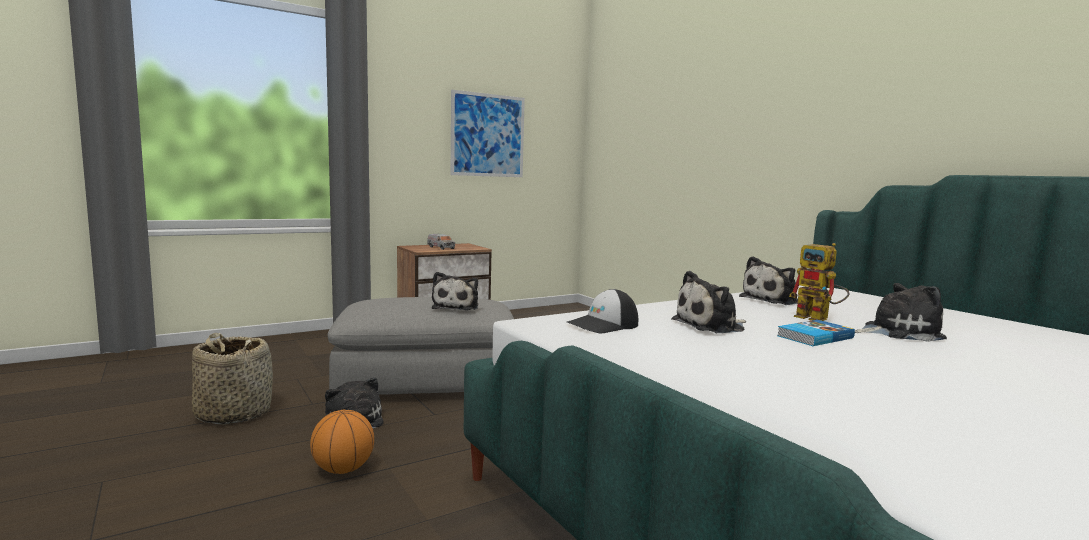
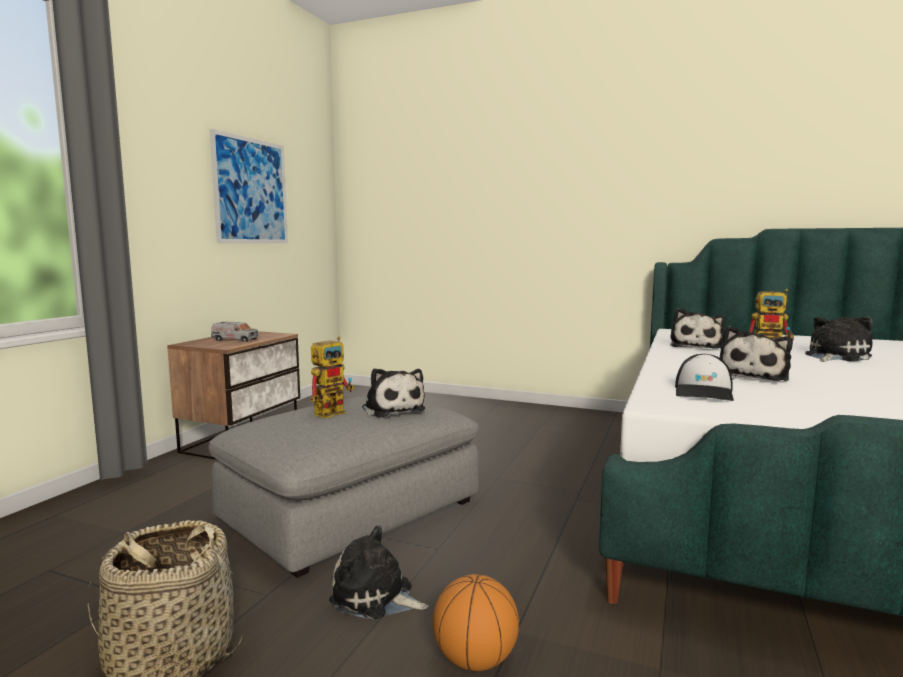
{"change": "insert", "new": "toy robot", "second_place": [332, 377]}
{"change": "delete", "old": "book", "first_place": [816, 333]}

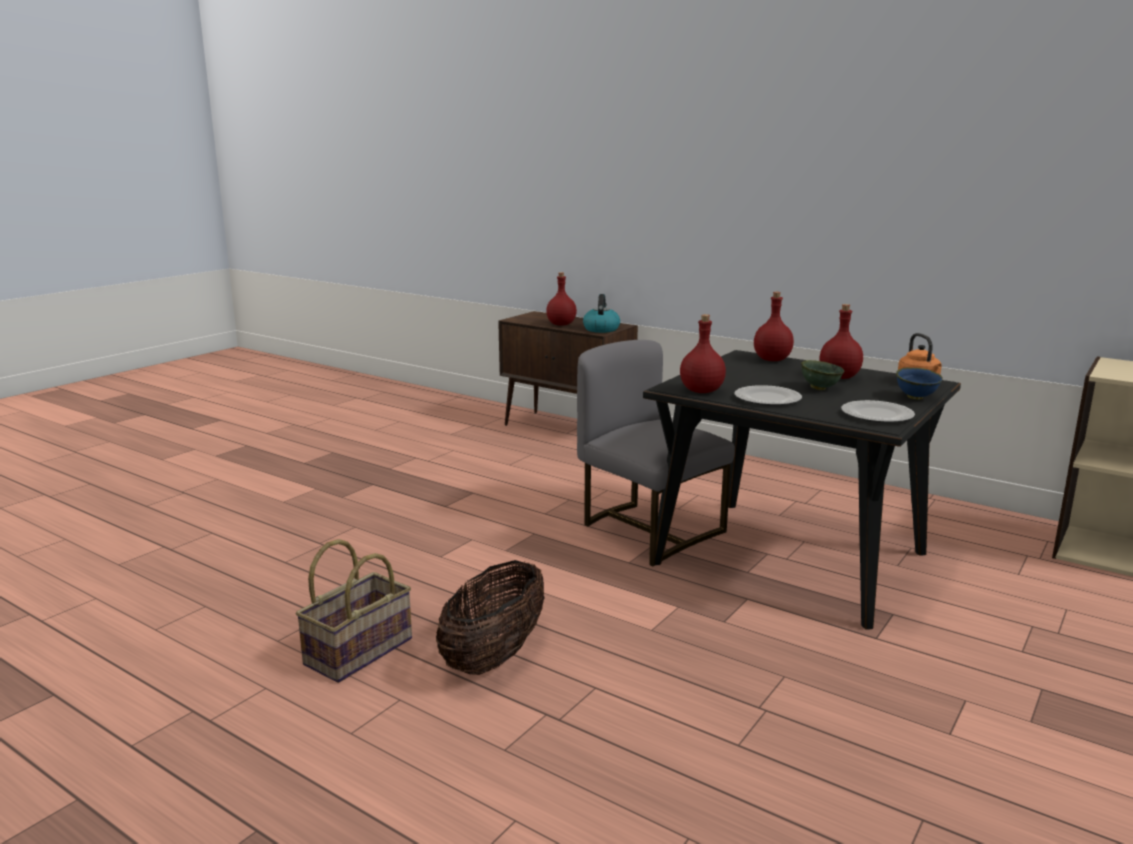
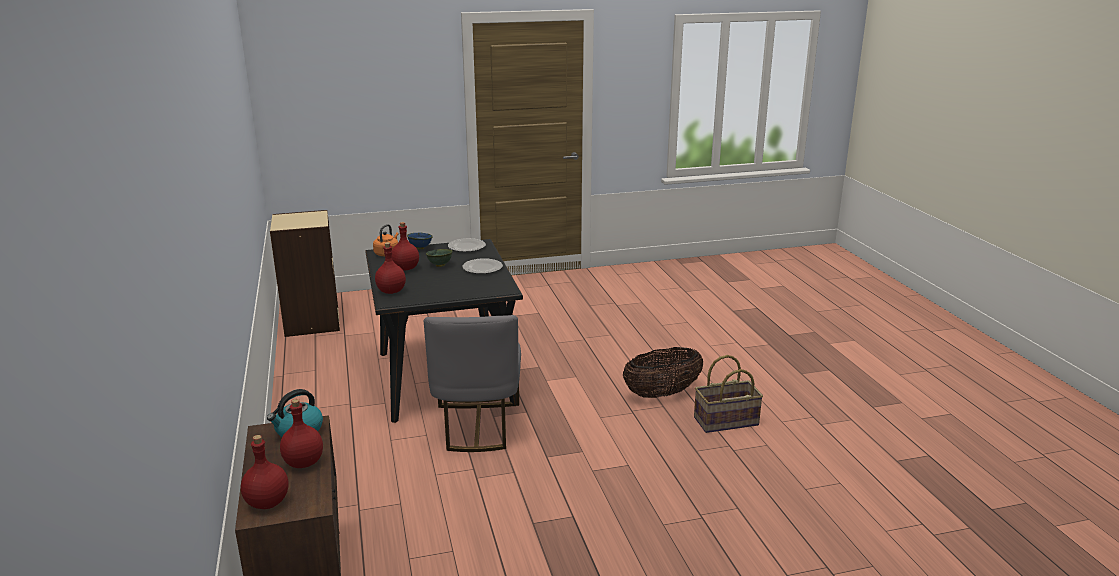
{"change": "move", "old": "red bottle", "first_place": [703, 353], "second_place": [265, 472]}

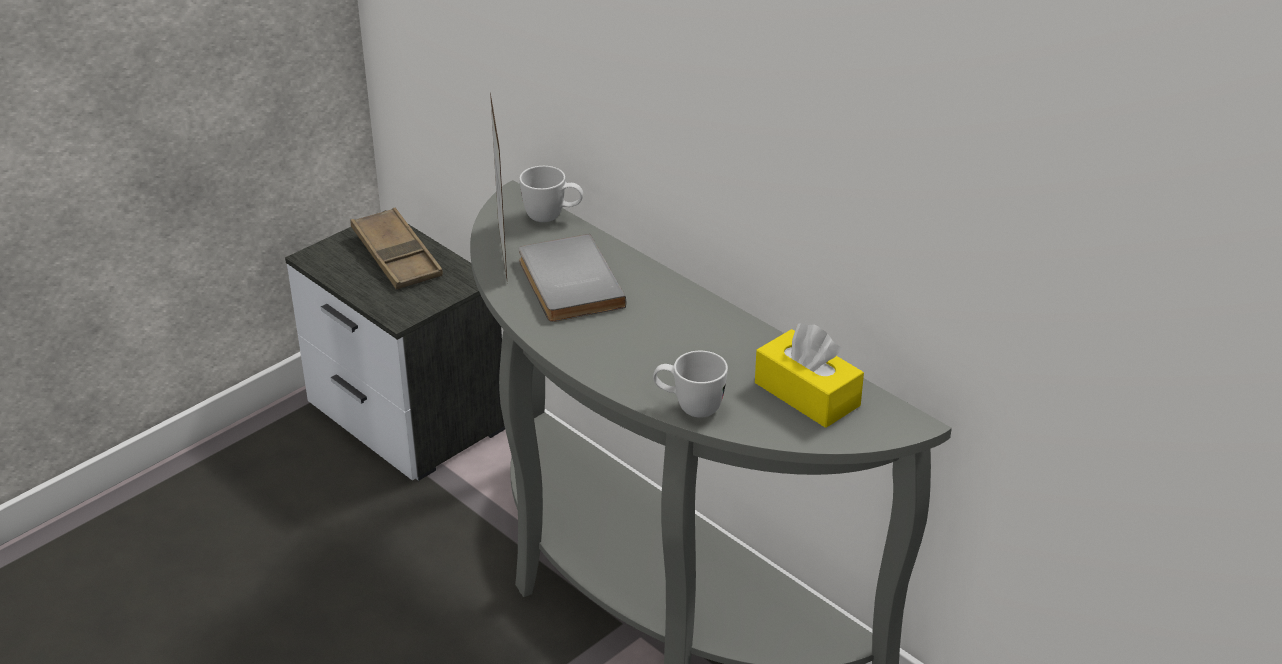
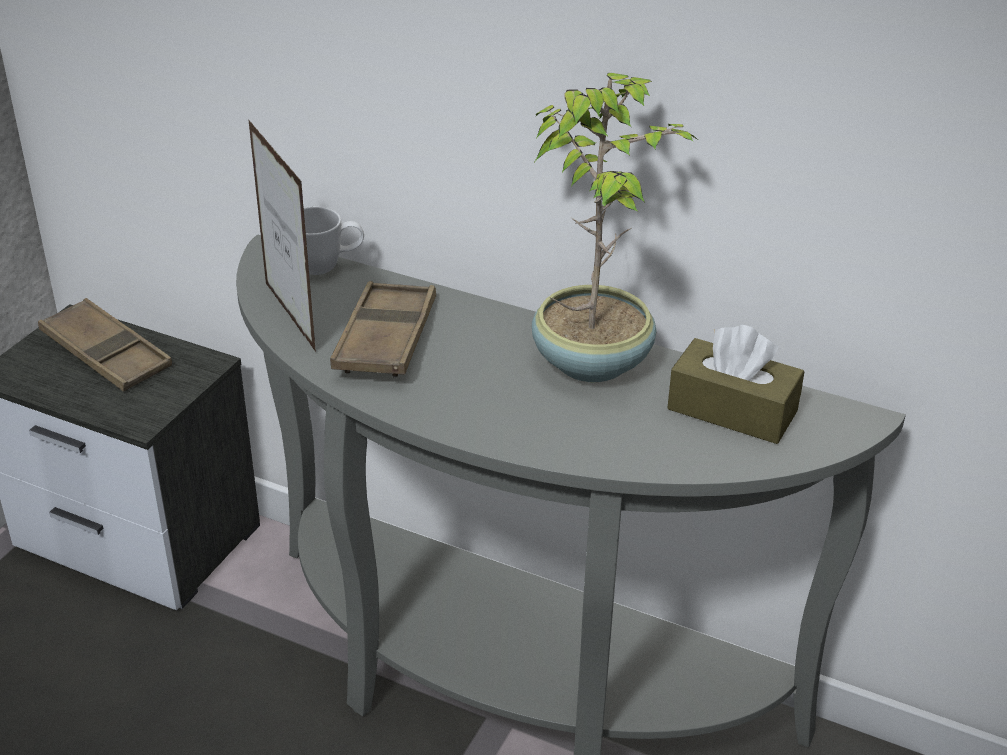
{"change": "replace", "old": "grey book", "new": "brown tray", "first_place": [572, 278], "second_place": [383, 329]}
{"change": "insert", "new": "potted plant", "second_place": [614, 227]}
{"change": "recolor", "old": "yellow tissue box", "new": "brown tissue box", "first_place": [809, 376], "second_place": [736, 384]}
{"change": "delete", "old": "white mug", "first_place": [690, 384]}

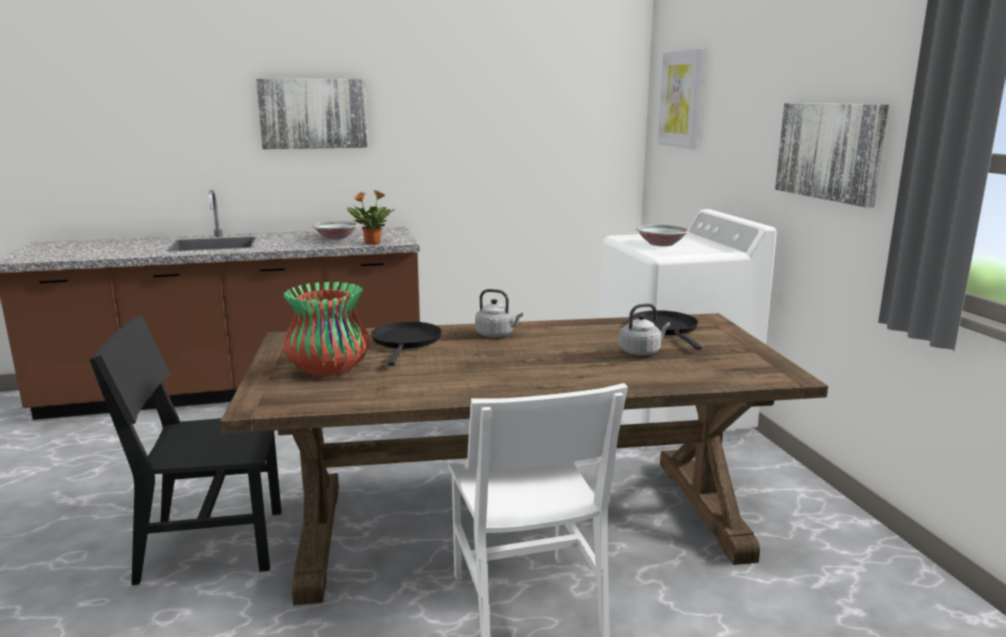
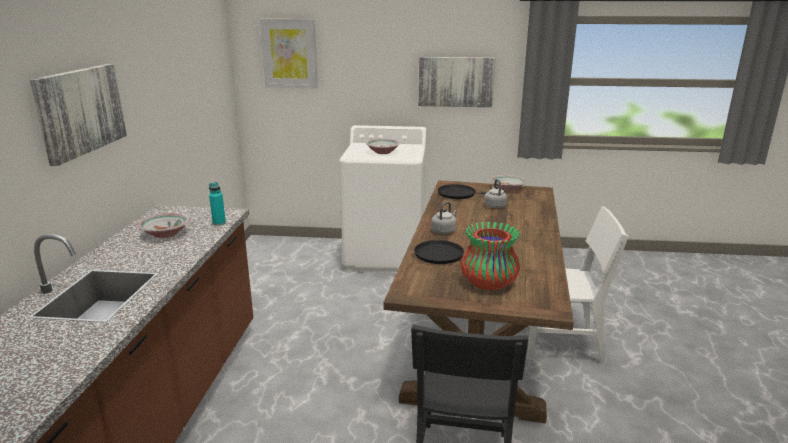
{"change": "replace", "old": "potted plant", "new": "turquoise bottle", "first_place": [371, 217], "second_place": [217, 204]}
{"change": "insert", "new": "bowl", "second_place": [508, 183]}

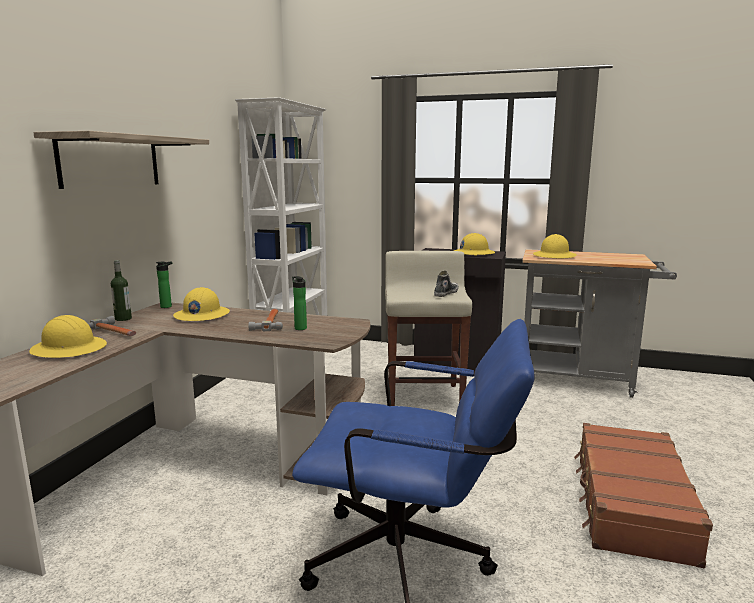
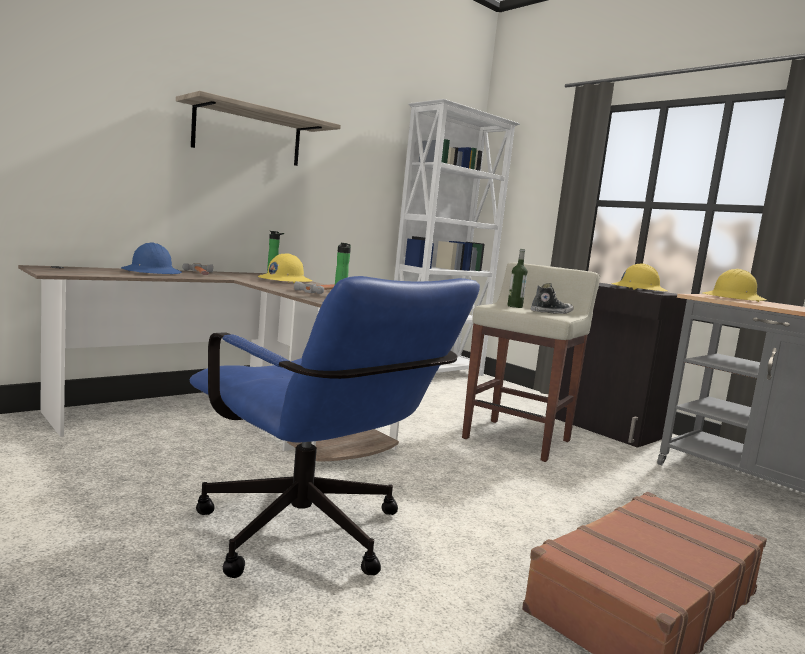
{"change": "recolor", "old": "yellow hard hat", "new": "blue hard hat", "first_place": [68, 336], "second_place": [151, 258]}
{"change": "move", "old": "bottle", "first_place": [121, 290], "second_place": [517, 278]}

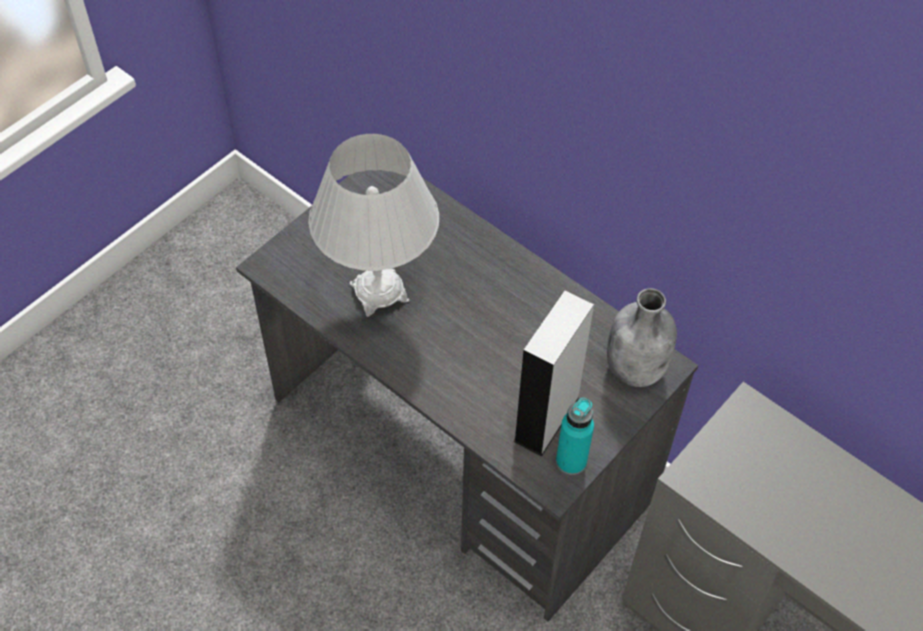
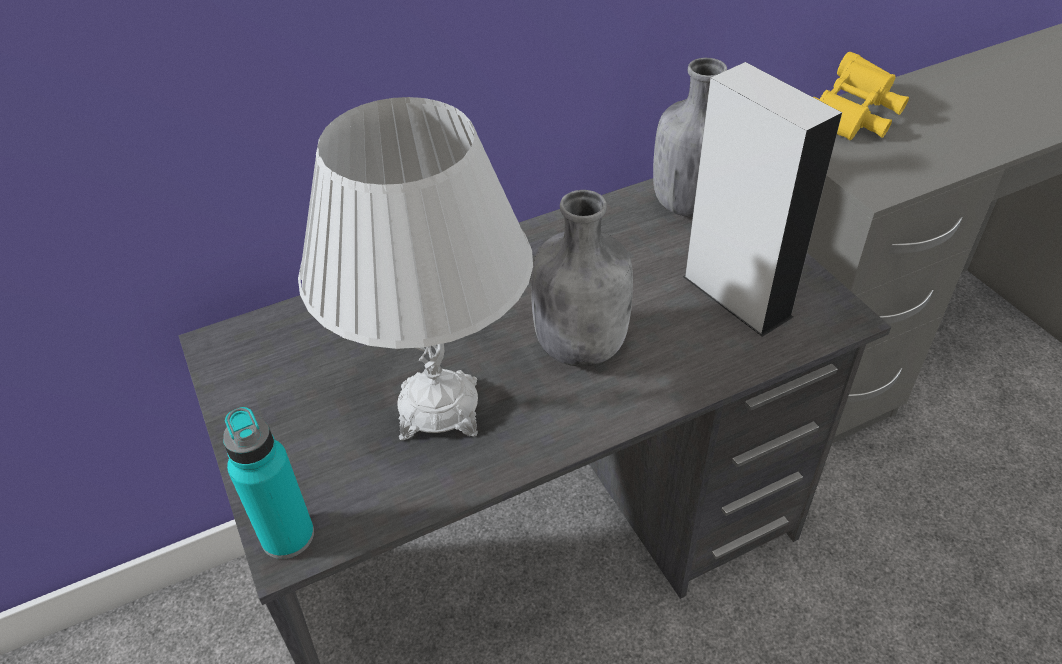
{"change": "move", "old": "turquoise bottle", "first_place": [575, 436], "second_place": [268, 483]}
{"change": "insert", "new": "grey bottle", "second_place": [582, 278]}
{"change": "insert", "new": "yellow binoculars", "second_place": [861, 96]}

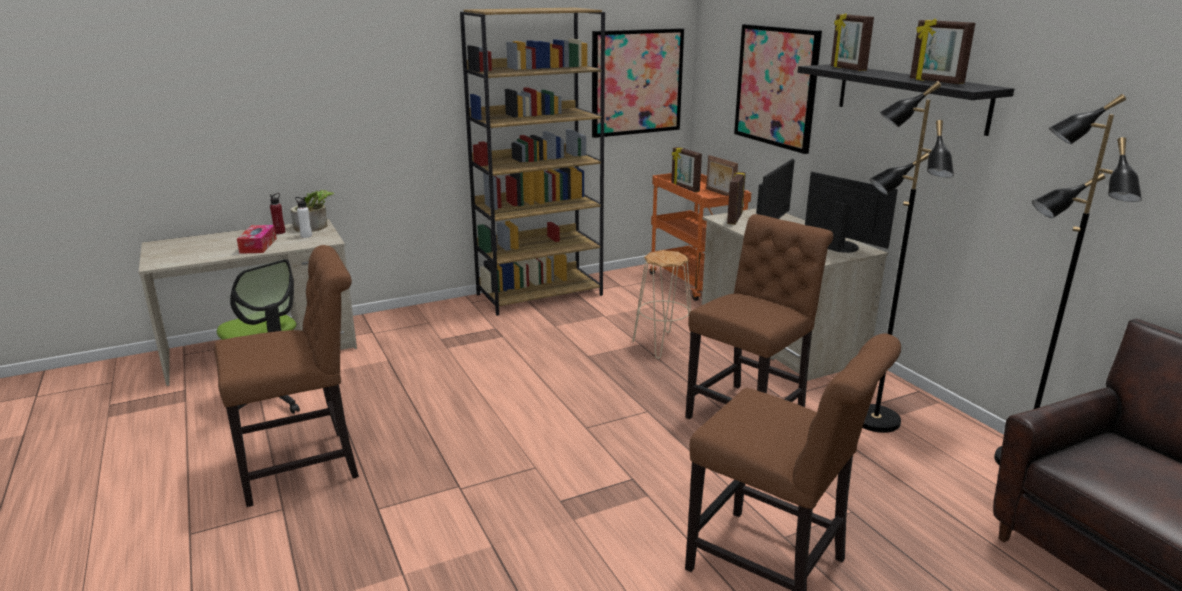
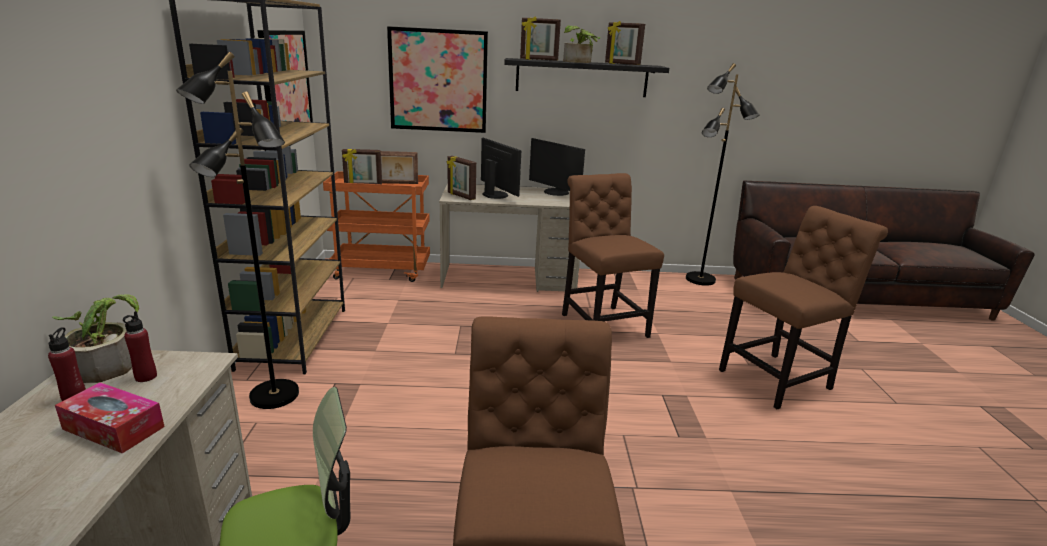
{"change": "recolor", "old": "white bottle", "new": "red bottle", "first_place": [303, 217], "second_place": [140, 346]}
{"change": "move", "old": "black floor lamp", "first_place": [908, 257], "second_place": [237, 230]}
{"change": "rotate", "old": "monitor", "first_place": [851, 212], "second_place": [557, 167], "degrees": -120}
{"change": "insert", "new": "potted plant", "second_place": [582, 44]}
{"change": "rotate", "old": "picture frame", "first_place": [942, 51], "second_place": [625, 43], "degrees": 45}
{"change": "delete", "old": "beige stool", "first_place": [661, 304]}

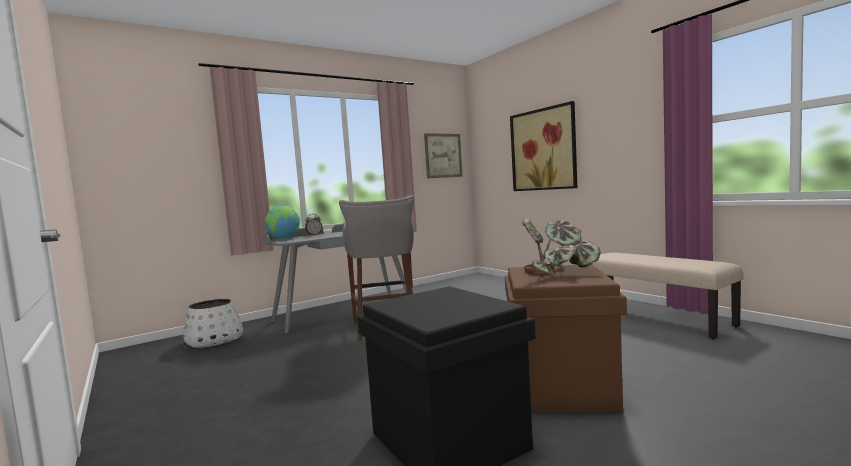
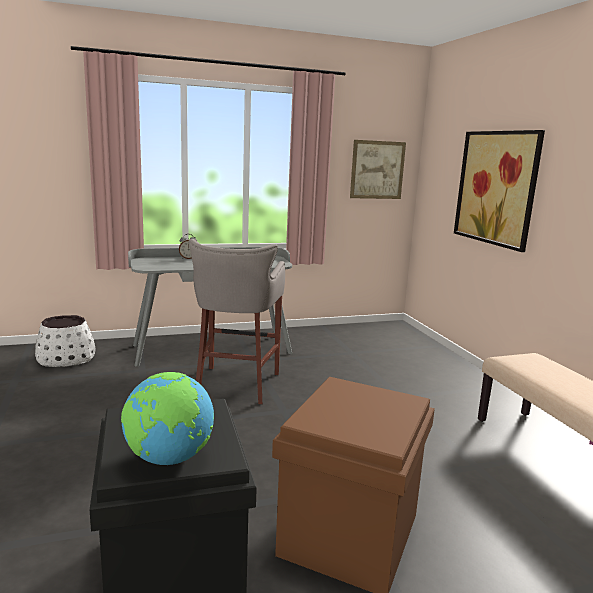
{"change": "move", "old": "globe", "first_place": [282, 222], "second_place": [167, 418]}
{"change": "delete", "old": "potted plant", "first_place": [561, 247]}

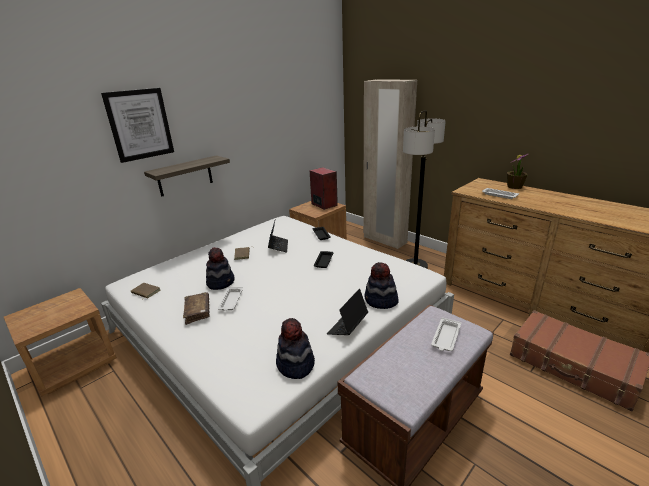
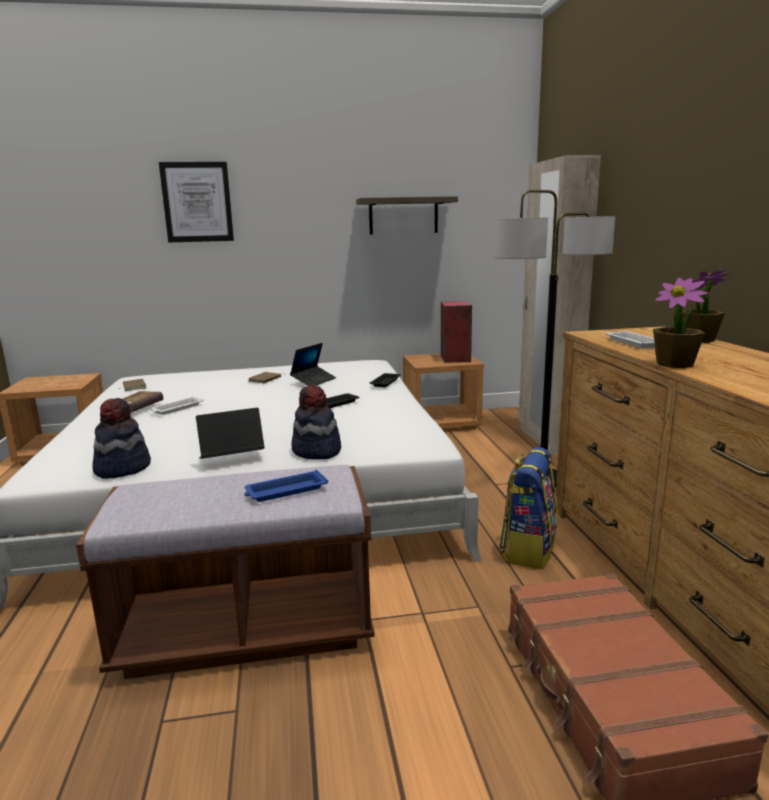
{"change": "recolor", "old": "white tray", "new": "blue tray", "first_place": [446, 334], "second_place": [286, 486]}
{"change": "move", "old": "shelf", "first_place": [187, 176], "second_place": [407, 215]}
{"change": "insert", "new": "backpack", "second_place": [528, 508]}
{"change": "insert", "new": "potted plant", "second_place": [680, 323]}
{"change": "delete", "old": "hat", "first_place": [220, 269]}

